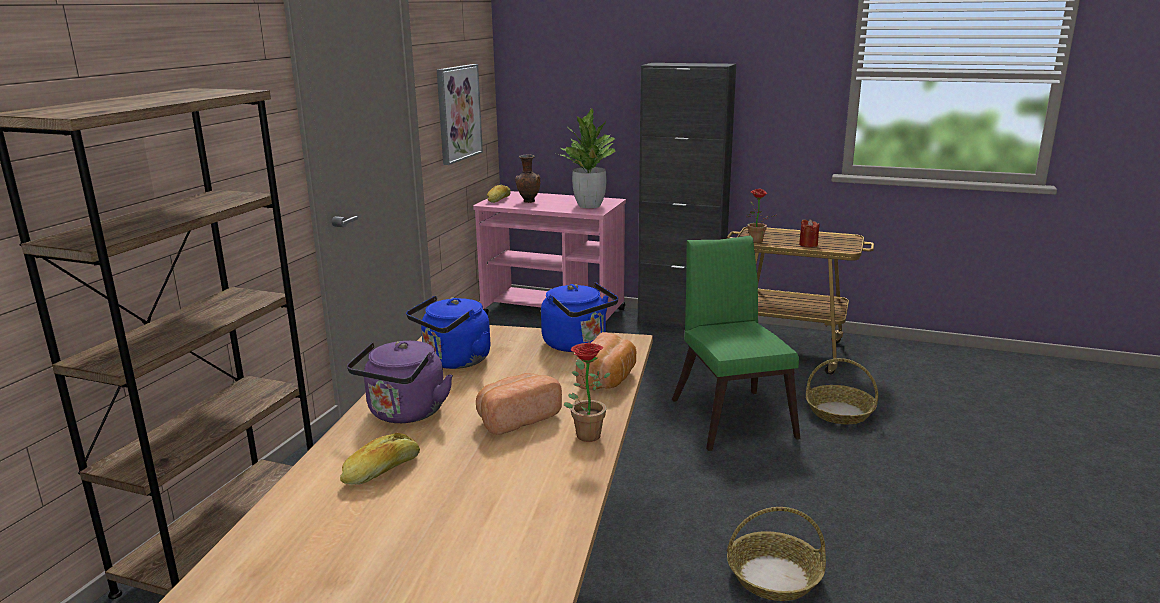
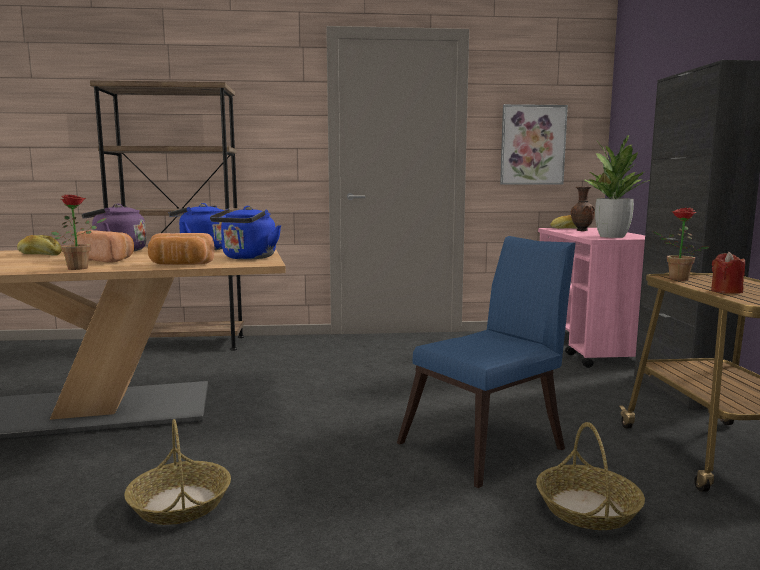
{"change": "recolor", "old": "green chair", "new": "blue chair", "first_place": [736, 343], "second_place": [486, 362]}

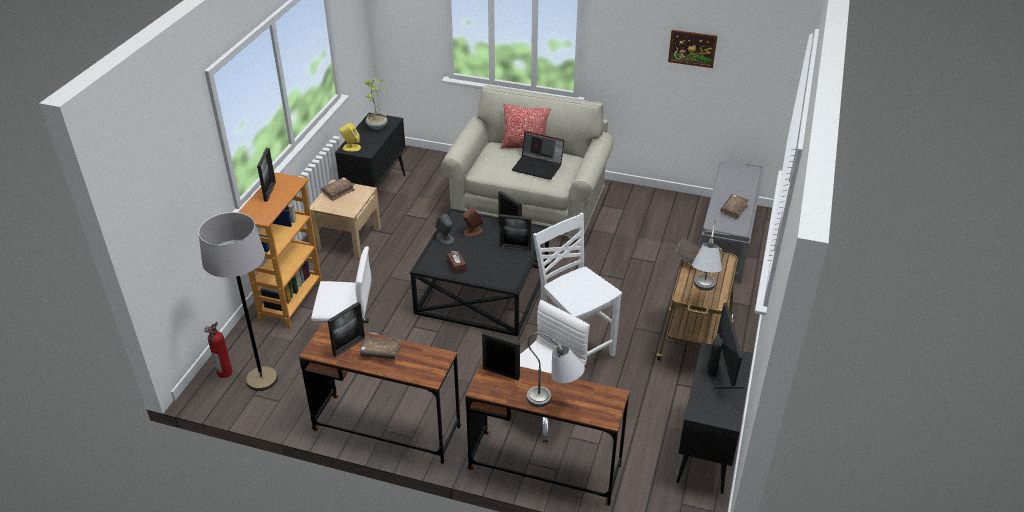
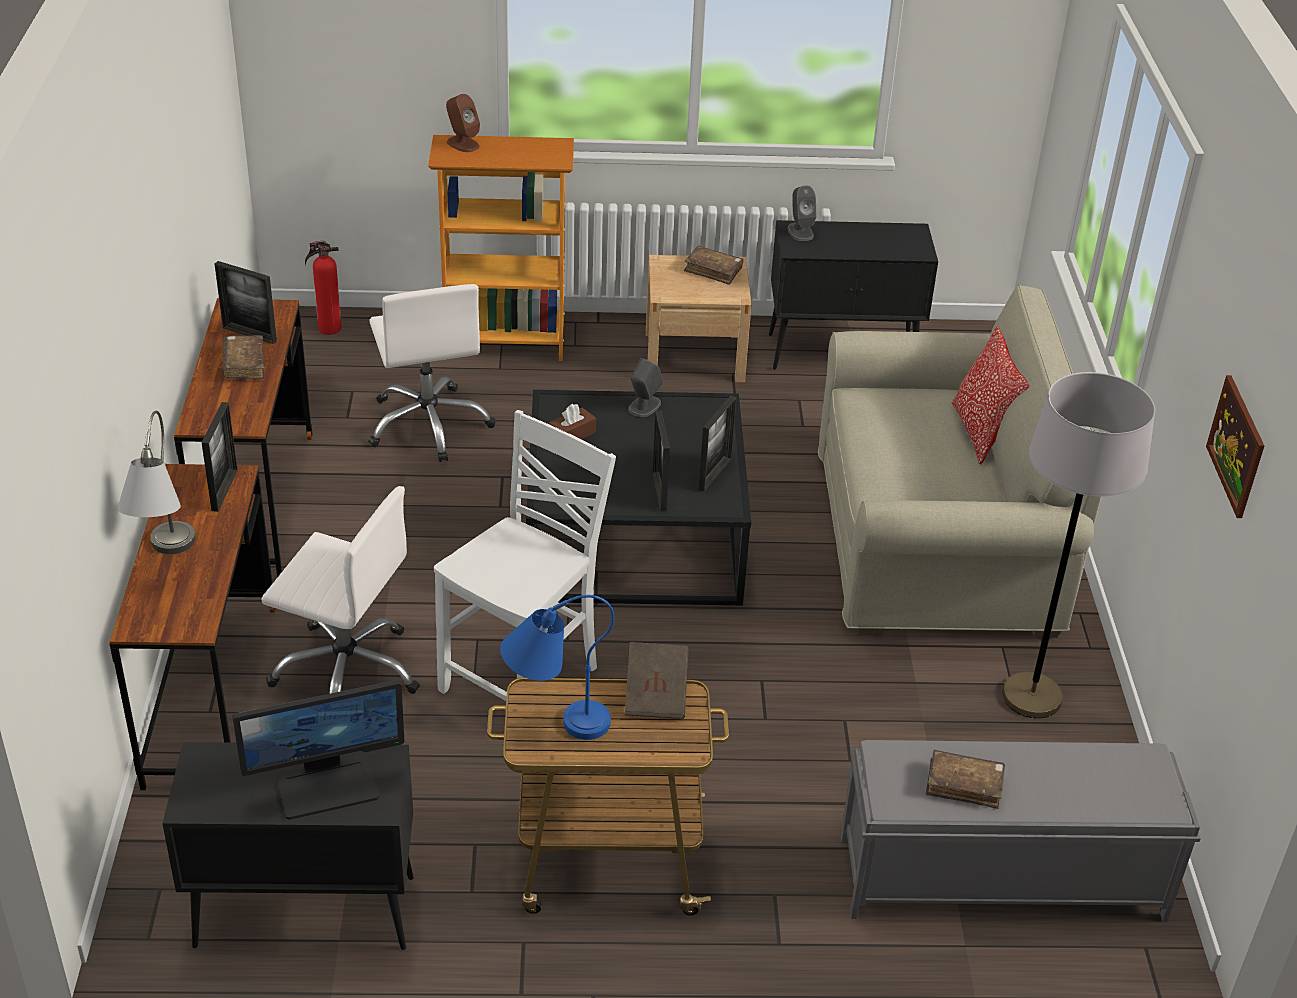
{"change": "move", "old": "brown speaker", "first_place": [473, 222], "second_place": [463, 123]}
{"change": "recolor", "old": "grey table lamp", "new": "blue table lamp", "first_place": [707, 256], "second_place": [557, 667]}
{"change": "recolor", "old": "yellow speaker", "new": "grey speaker", "first_place": [350, 137], "second_place": [802, 213]}
{"change": "move", "old": "grey floor lamp", "first_place": [238, 301], "second_place": [1078, 545]}
{"change": "delete", "old": "picture frame", "first_place": [266, 175]}
{"change": "delete", "old": "potted plant", "first_place": [376, 104]}
{"change": "delete", "old": "laptop", "first_place": [538, 155]}

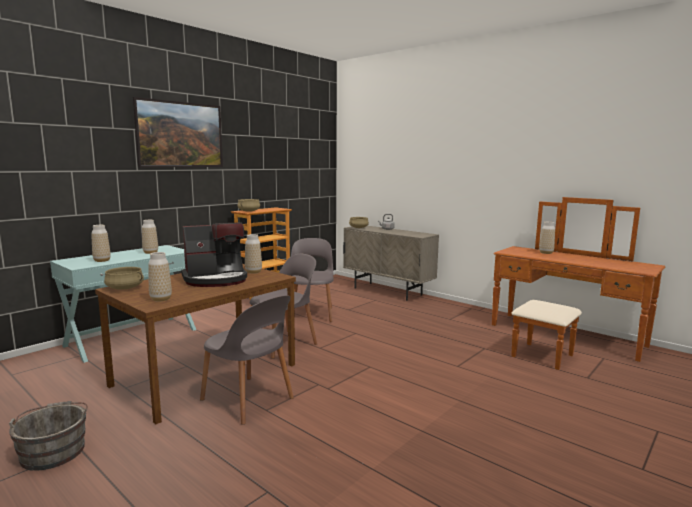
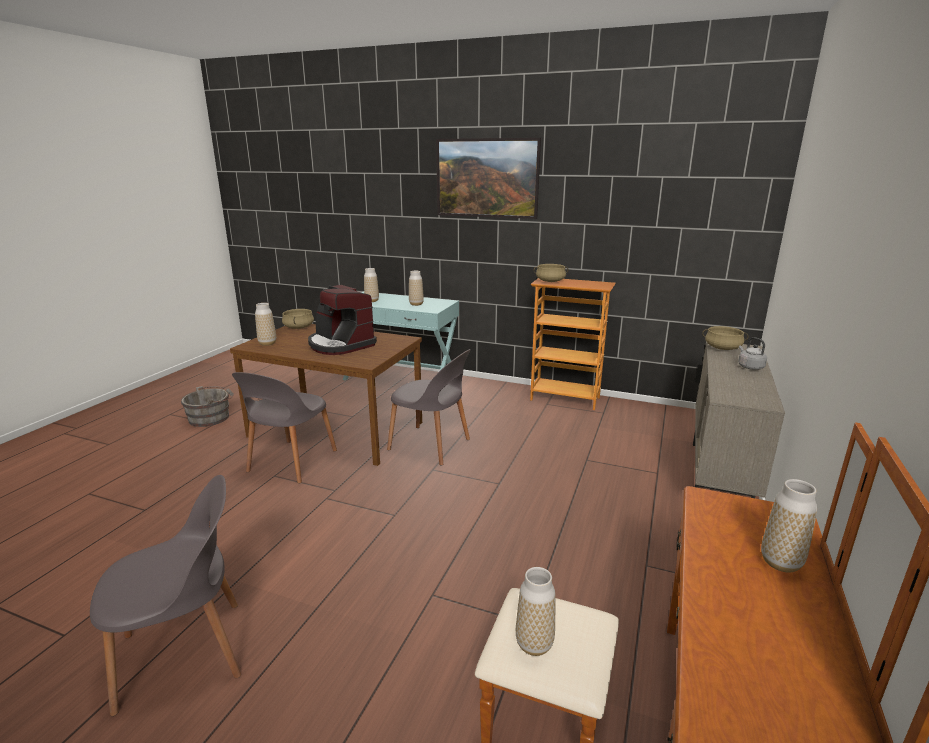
{"change": "move", "old": "grey chair", "first_place": [312, 280], "second_place": [165, 595]}
{"change": "move", "old": "vase", "first_place": [253, 254], "second_place": [536, 611]}

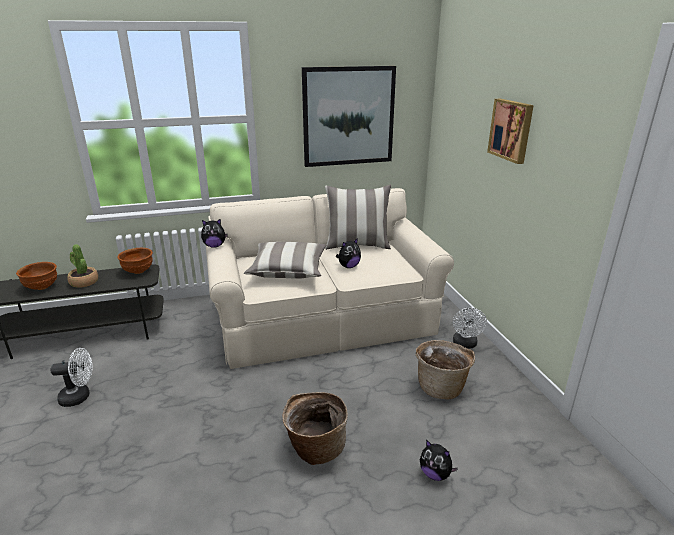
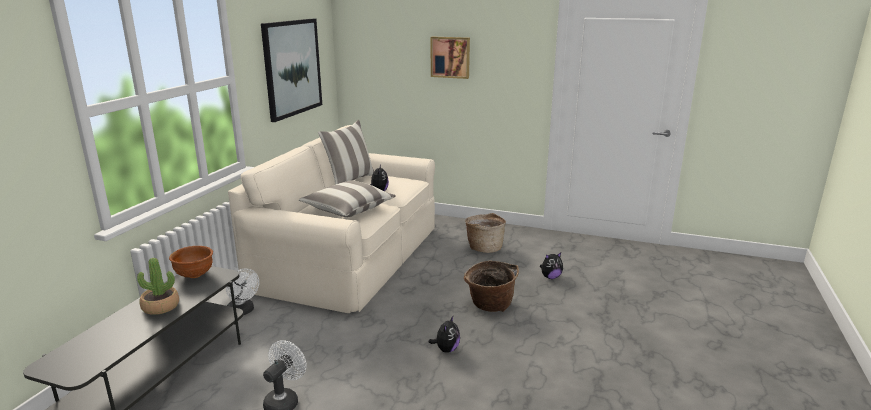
{"change": "move", "old": "white fan", "first_place": [470, 328], "second_place": [242, 291]}
{"change": "move", "old": "plush toy", "first_place": [214, 233], "second_place": [444, 334]}
{"change": "delete", "old": "brown bowl", "first_place": [36, 276]}

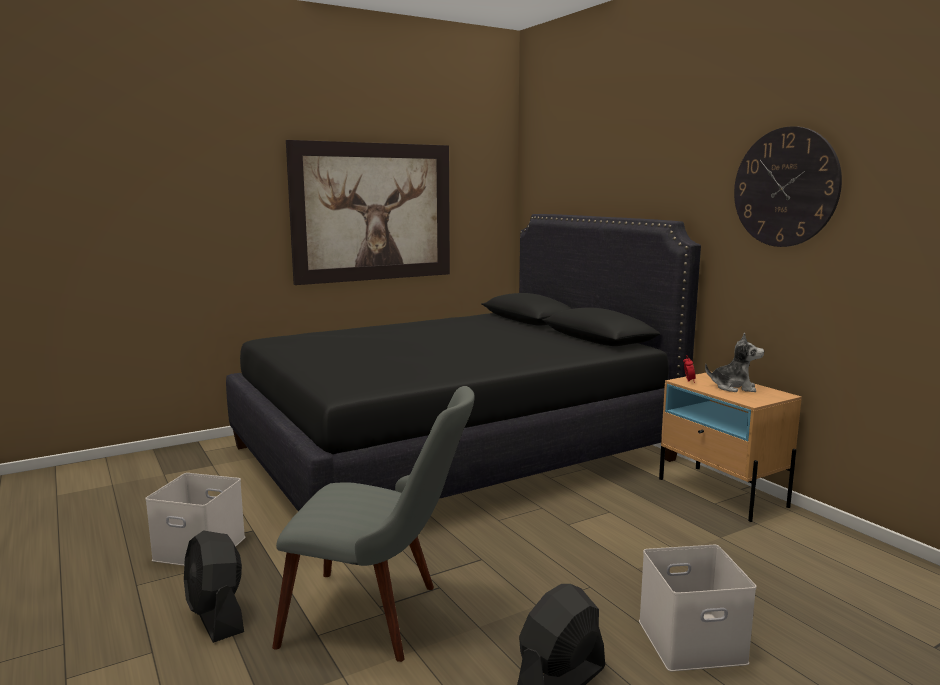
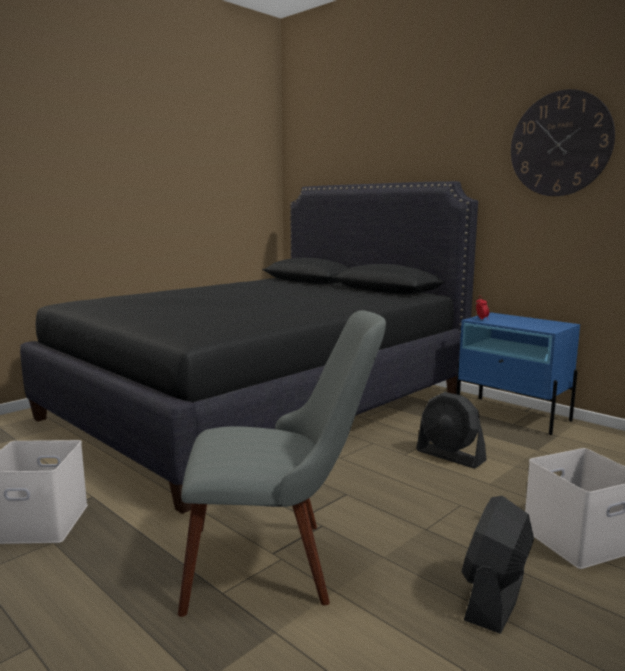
{"change": "move", "old": "black fan", "first_place": [214, 586], "second_place": [451, 430]}
{"change": "recolor", "old": "beige nightstand", "new": "blue nightstand", "first_place": [730, 447], "second_place": [518, 373]}
{"change": "delete", "old": "picture", "first_place": [368, 212]}
{"change": "delete", "old": "plush toy", "first_place": [734, 362]}

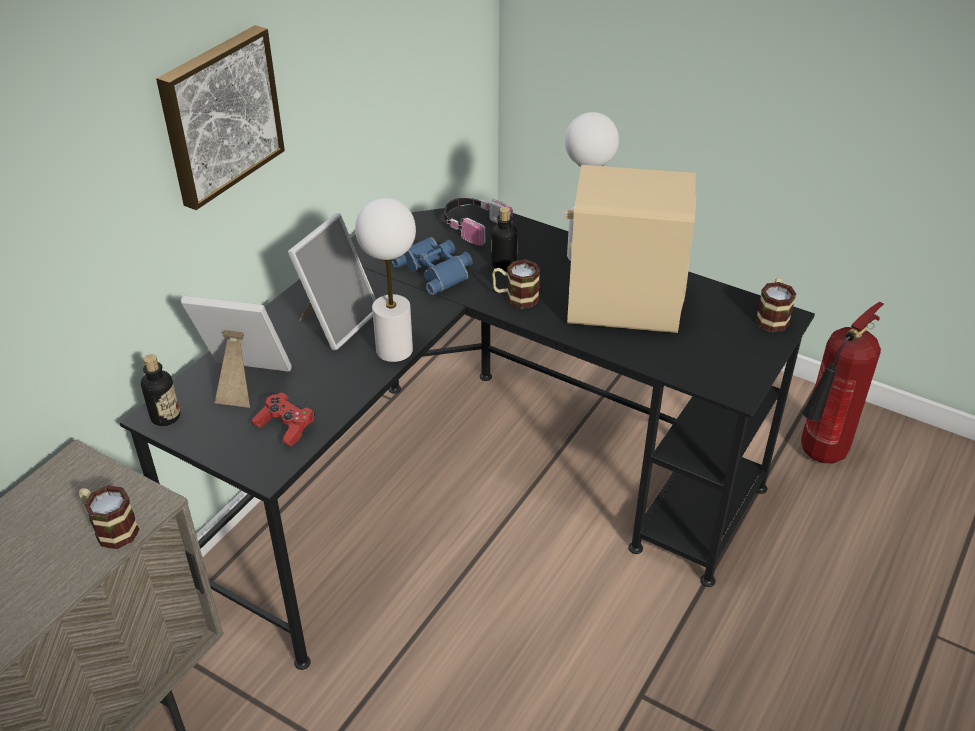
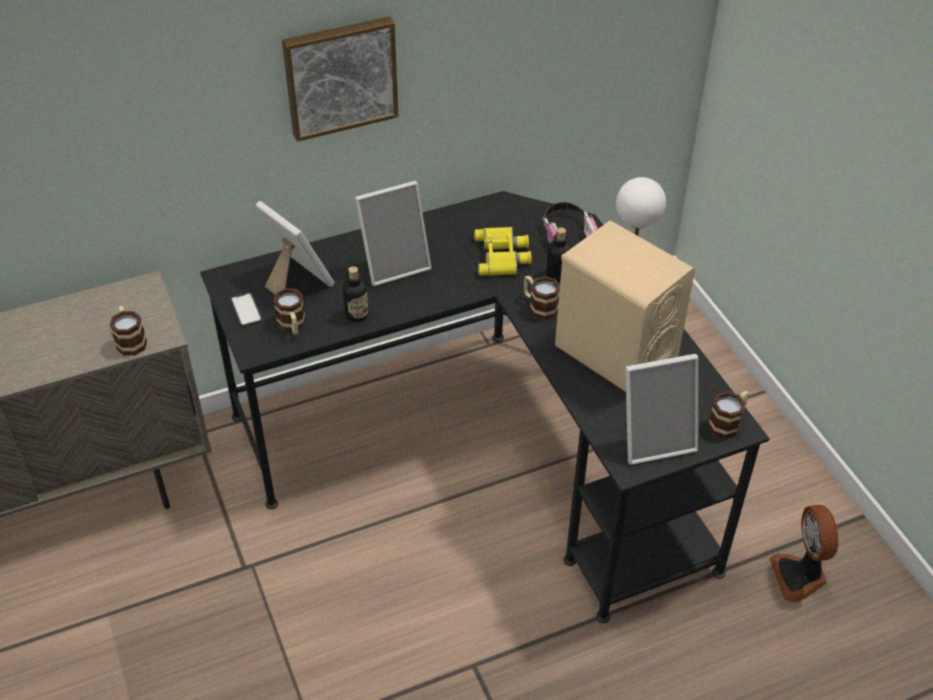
{"change": "insert", "new": "phone", "second_place": [246, 309]}
{"change": "replace", "old": "red game controller", "new": "mug", "first_place": [283, 420], "second_place": [290, 311]}
{"change": "move", "old": "bottle", "first_place": [160, 390], "second_place": [356, 294]}
{"change": "recolor", "old": "blue binoculars", "new": "yellow binoculars", "first_place": [431, 266], "second_place": [503, 251]}
{"change": "insert", "new": "picture frame", "second_place": [661, 409]}
{"change": "replace", "old": "fire extinguisher", "new": "fan", "first_place": [842, 382], "second_place": [804, 553]}
{"change": "delete", "old": "white table lamp", "first_place": [385, 280]}

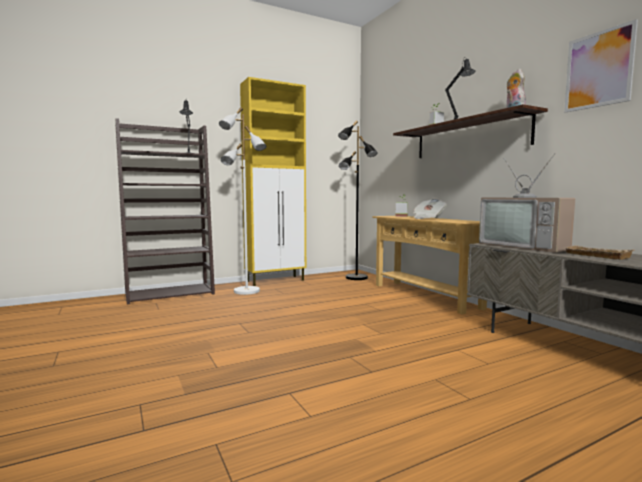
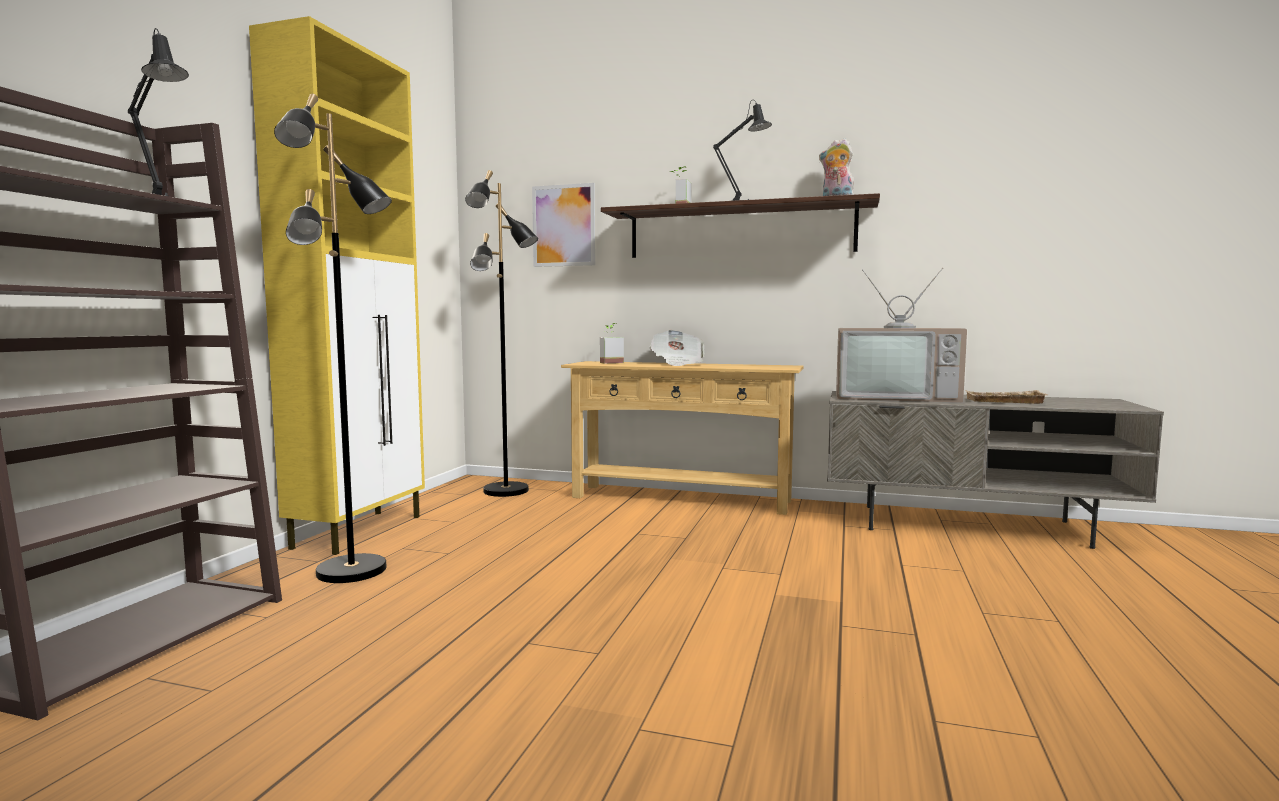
{"change": "recolor", "old": "white floor lamp", "new": "black floor lamp", "first_place": [243, 201], "second_place": [333, 338]}
{"change": "move", "old": "picture", "first_place": [601, 66], "second_place": [563, 225]}

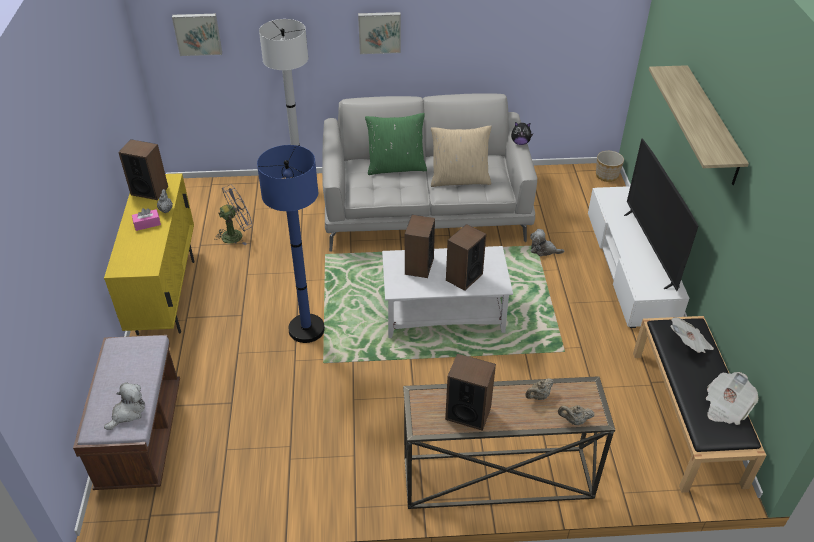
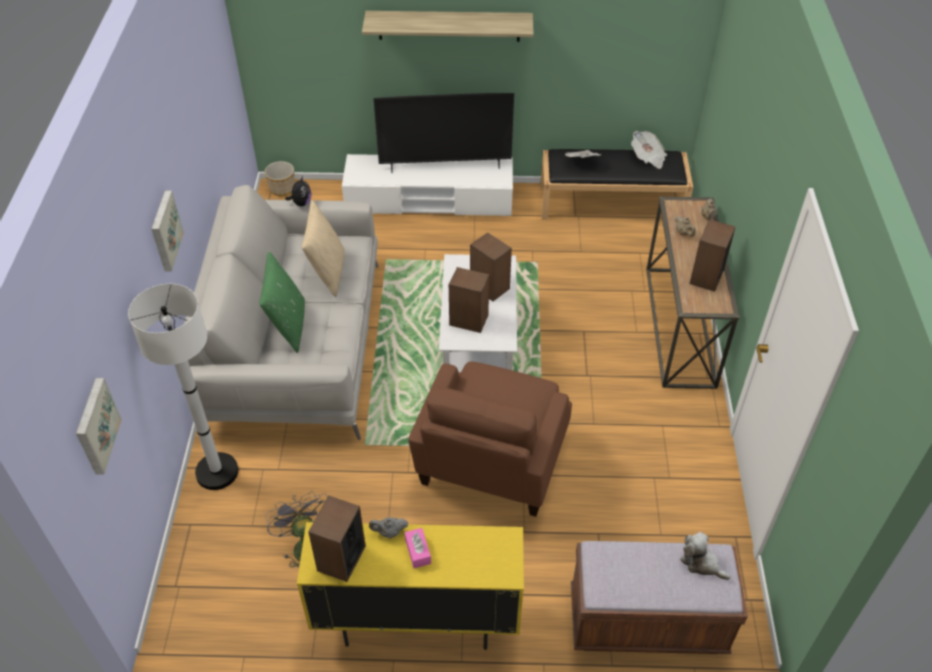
{"change": "replace", "old": "blue floor lamp", "new": "brown armchair", "first_place": [291, 244], "second_place": [490, 439]}
{"change": "delete", "old": "plush toy", "first_place": [547, 243]}

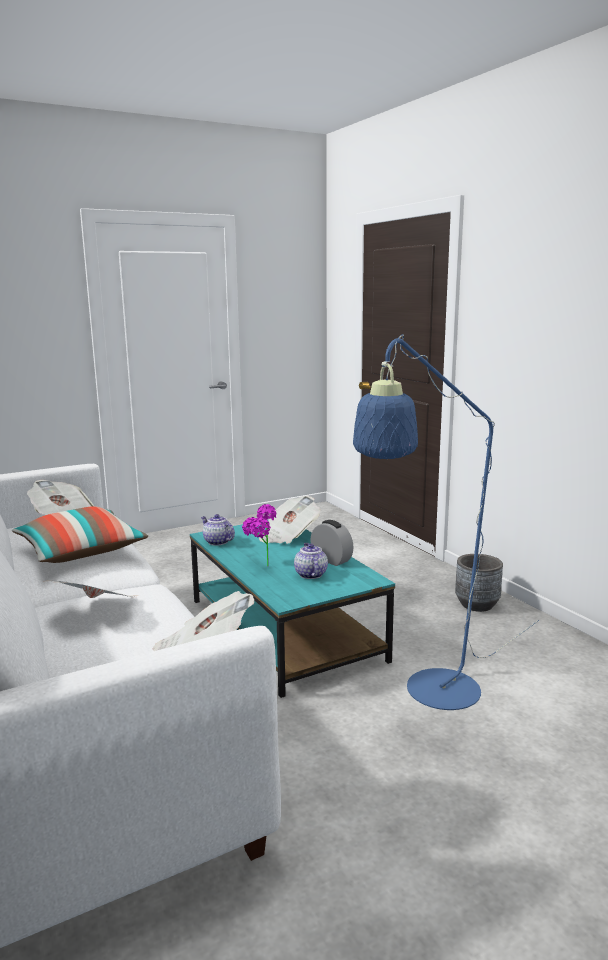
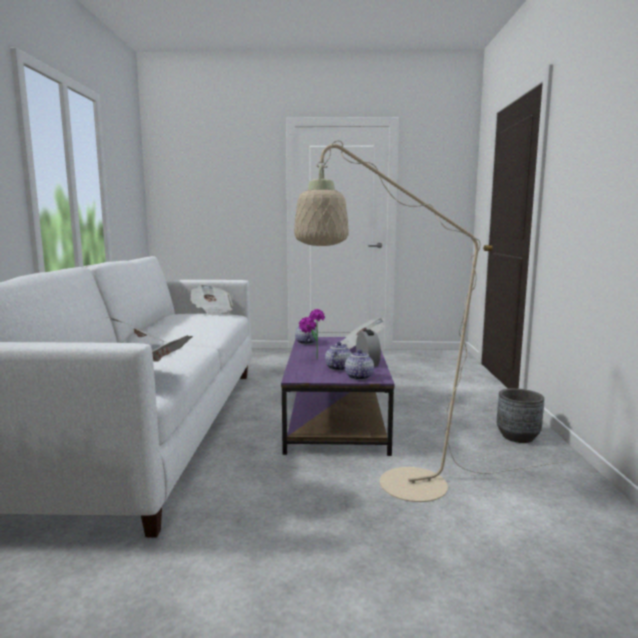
{"change": "recolor", "old": "turquoise coffee table", "new": "purple coffee table", "first_place": [292, 609], "second_place": [338, 396]}
{"change": "recolor", "old": "blue floor lamp", "new": "beige floor lamp", "first_place": [446, 522], "second_place": [431, 321]}
{"change": "insert", "new": "teapot", "second_place": [359, 364]}
{"change": "delete", "old": "pillow", "first_place": [80, 534]}

